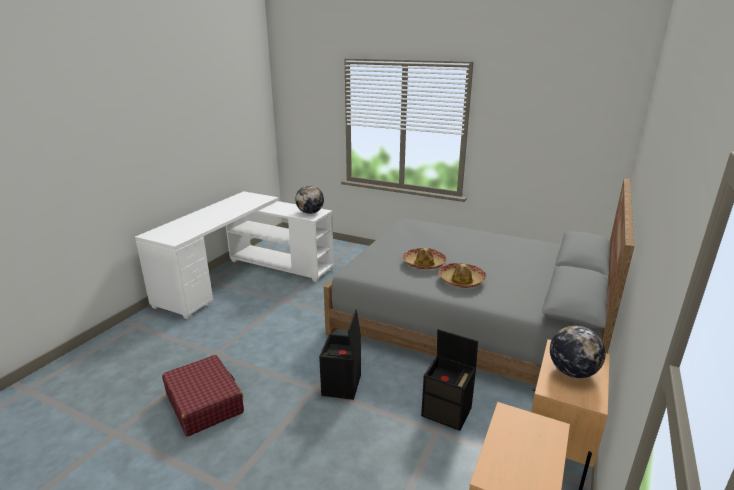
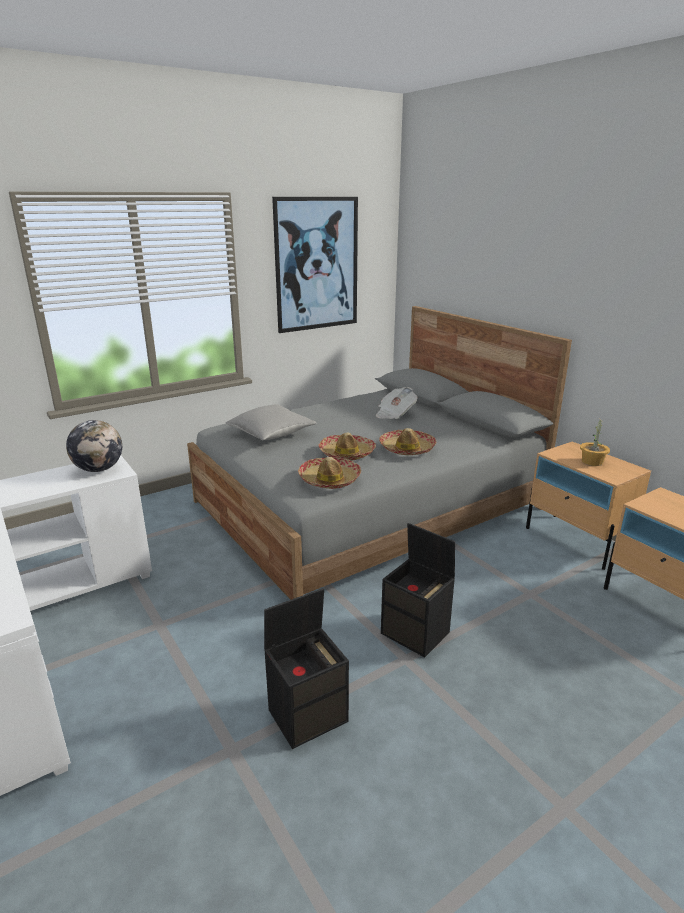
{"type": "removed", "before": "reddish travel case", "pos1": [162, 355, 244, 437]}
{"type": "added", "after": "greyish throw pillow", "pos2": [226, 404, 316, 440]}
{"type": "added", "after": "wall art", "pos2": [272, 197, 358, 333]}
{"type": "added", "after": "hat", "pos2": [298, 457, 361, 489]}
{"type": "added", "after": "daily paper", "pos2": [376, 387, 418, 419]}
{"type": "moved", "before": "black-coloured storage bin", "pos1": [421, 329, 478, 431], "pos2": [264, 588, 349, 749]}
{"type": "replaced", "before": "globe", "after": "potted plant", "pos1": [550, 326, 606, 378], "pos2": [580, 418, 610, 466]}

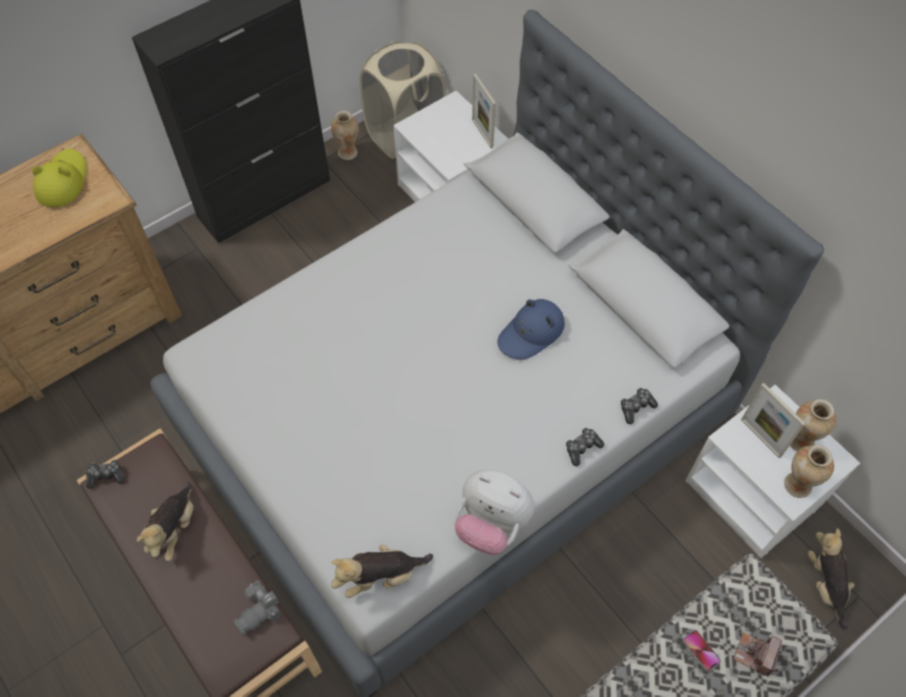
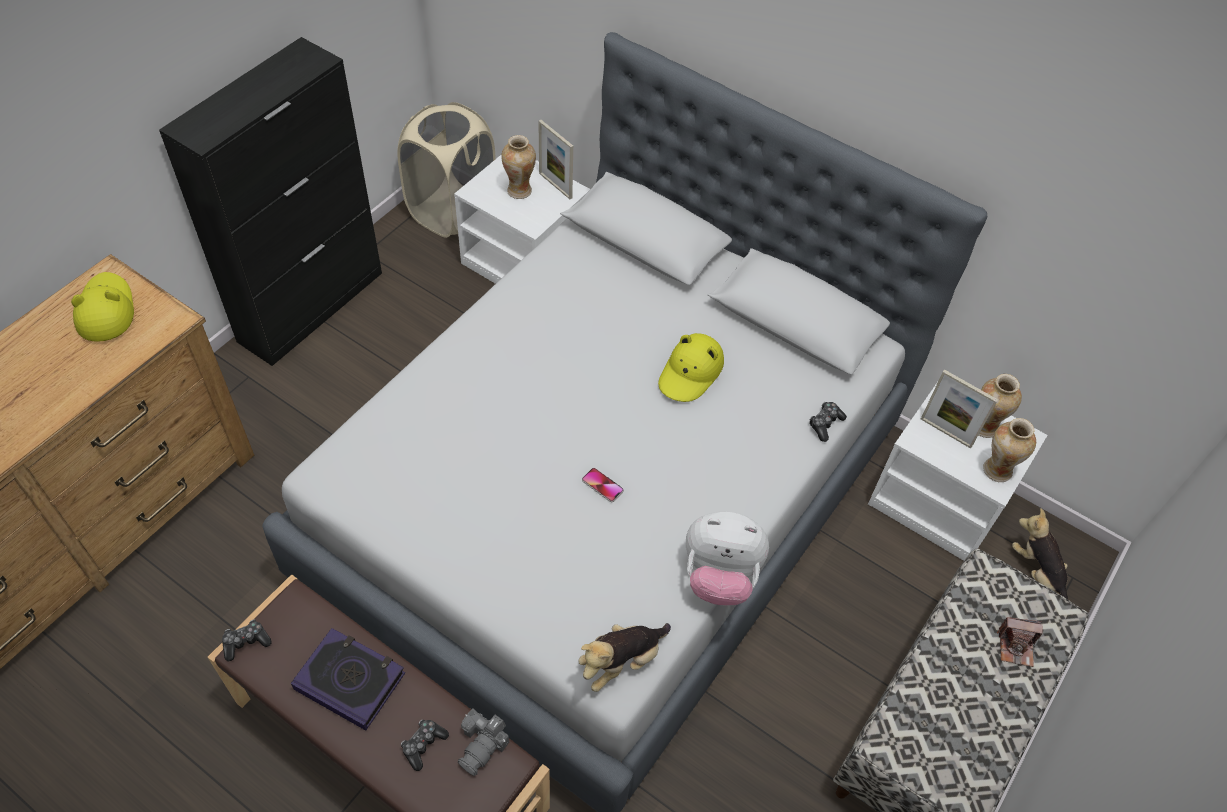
{"type": "moved", "before": "decorative vase", "pos1": [331, 111, 359, 160], "pos2": [501, 135, 536, 199]}
{"type": "moved", "before": "game controller", "pos1": [566, 428, 604, 466], "pos2": [401, 720, 449, 771]}
{"type": "moved", "before": "telephone", "pos1": [683, 630, 721, 672], "pos2": [582, 468, 624, 502]}
{"type": "replaced", "before": "soft toy", "after": "bound book", "pos1": [136, 482, 194, 562], "pos2": [291, 628, 405, 730]}
{"type": "recoloured", "before": "blue-coloured hat", "after": "yellow hat", "pos1": [497, 299, 565, 359], "pos2": [658, 333, 724, 402]}
{"type": "turned", "before": "photo camera", "pos1": [734, 632, 782, 677], "pos2": [997, 617, 1043, 667], "turn": -90}

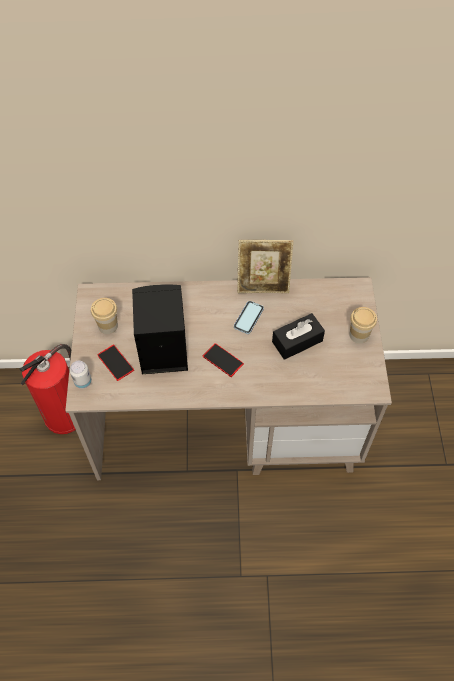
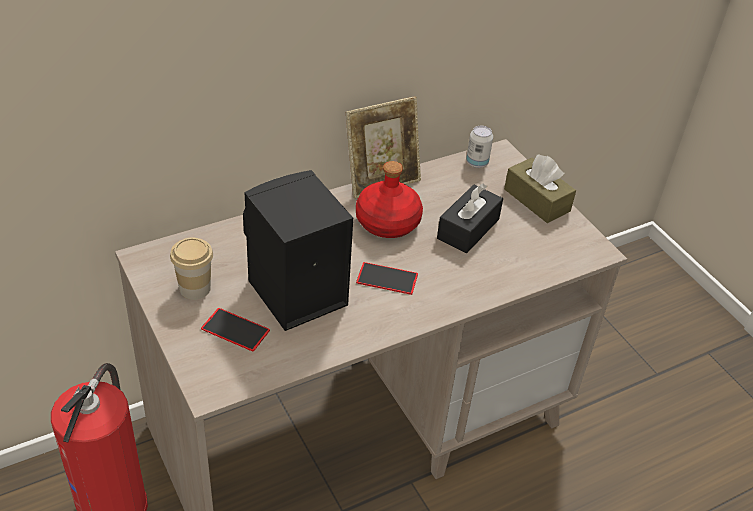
{"type": "moved", "before": "sealed can", "pos1": [69, 361, 92, 389], "pos2": [466, 126, 493, 168]}
{"type": "replaced", "before": "telephone", "after": "reddish drink bottle", "pos1": [234, 301, 264, 334], "pos2": [356, 161, 423, 238]}
{"type": "replaced", "before": "drinking cup", "after": "brownish tissue box", "pos1": [349, 307, 377, 343], "pos2": [504, 154, 576, 223]}

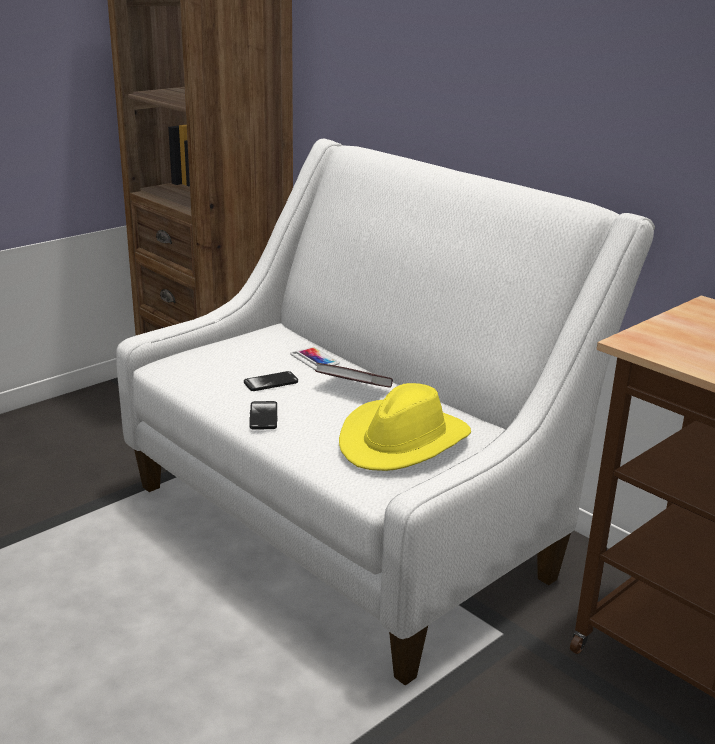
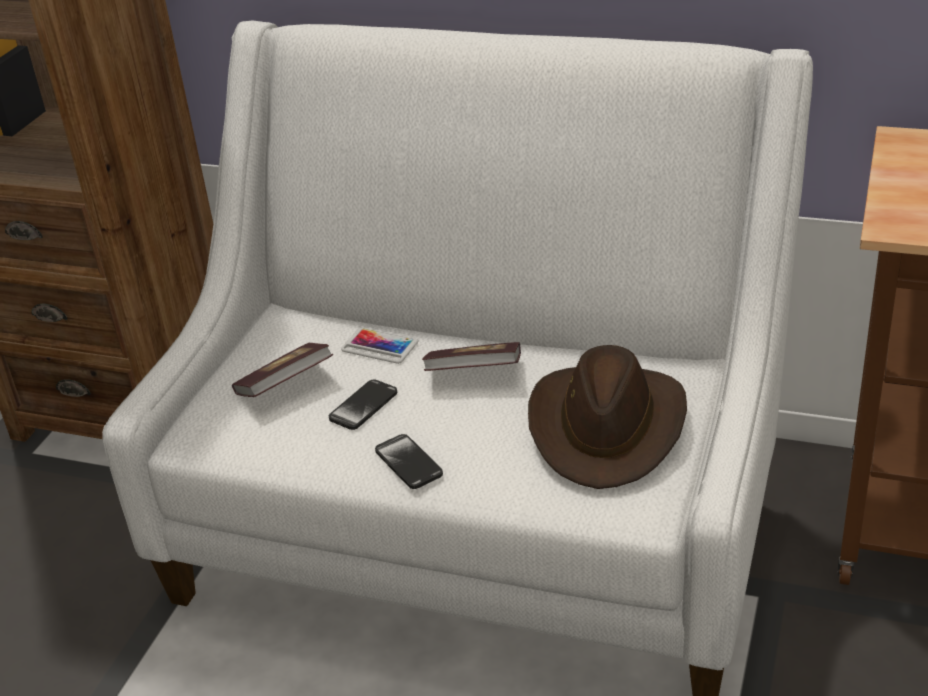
{"type": "added", "after": "bound book", "pos2": [232, 343, 334, 397]}
{"type": "recoloured", "before": "yellow hat", "after": "brownish hat", "pos1": [339, 383, 471, 471], "pos2": [528, 345, 687, 489]}

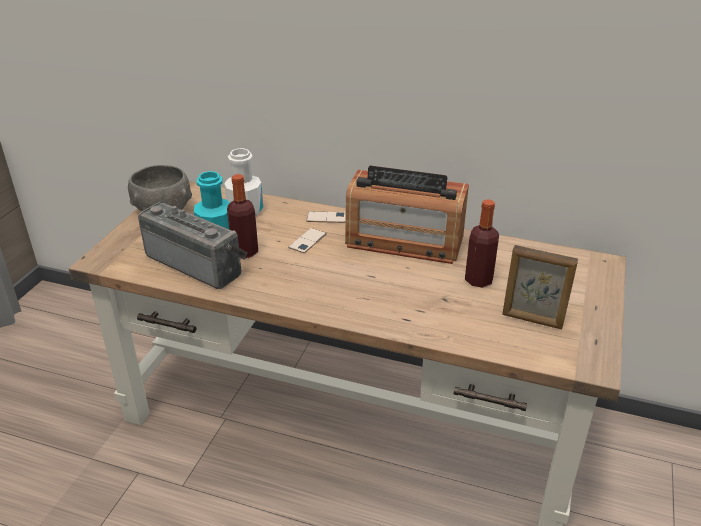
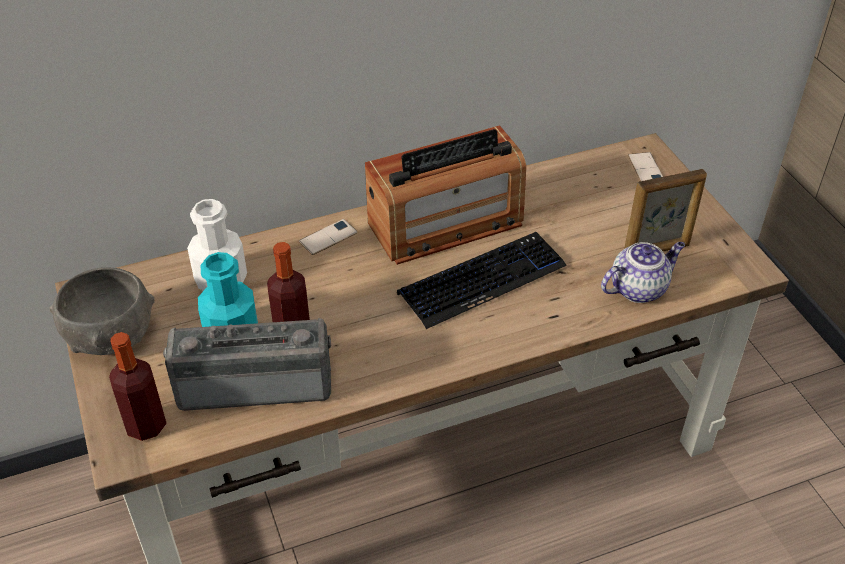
{"type": "added", "after": "keyboard", "pos2": [397, 232, 567, 329]}
{"type": "added", "after": "pot for tea", "pos2": [601, 242, 685, 303]}
{"type": "moved", "before": "telephone", "pos1": [288, 228, 327, 253], "pos2": [628, 152, 663, 181]}
{"type": "moved", "before": "drink bottle", "pos1": [465, 199, 499, 288], "pos2": [109, 332, 167, 441]}

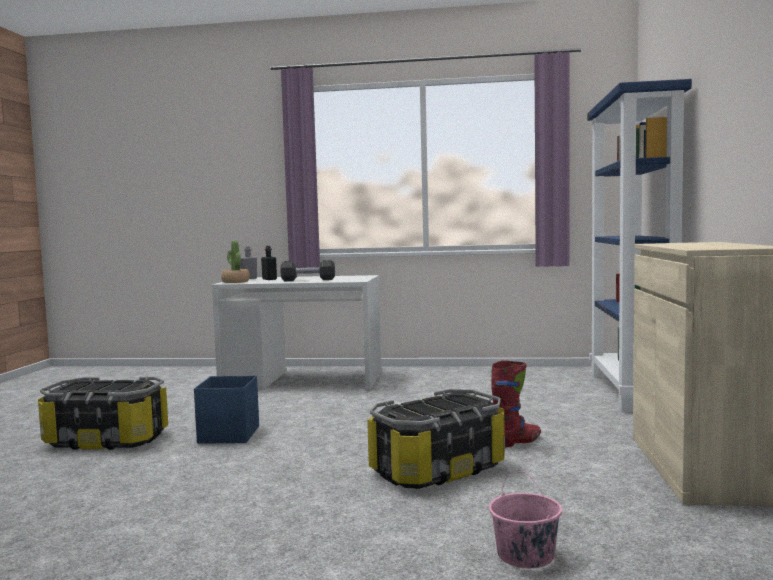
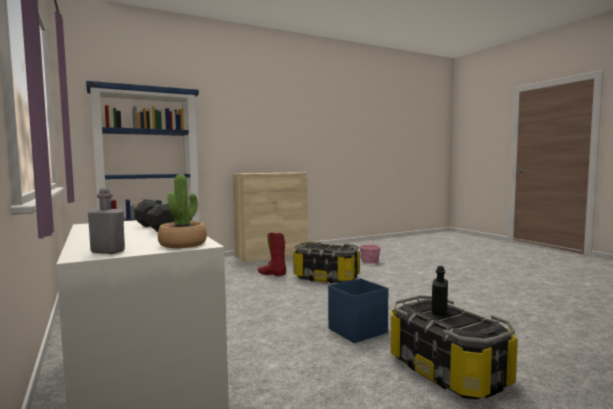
{"type": "moved", "before": "black-coloured drink bottle", "pos1": [261, 246, 277, 280], "pos2": [432, 266, 448, 316]}

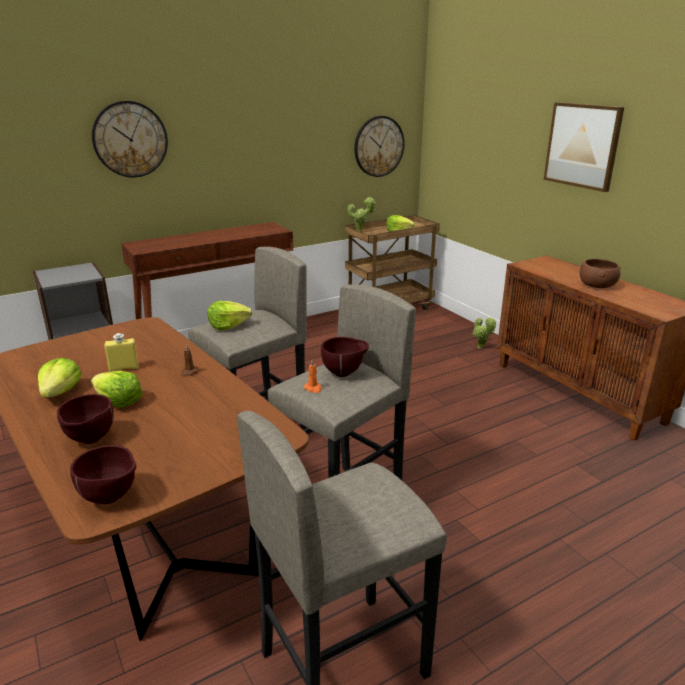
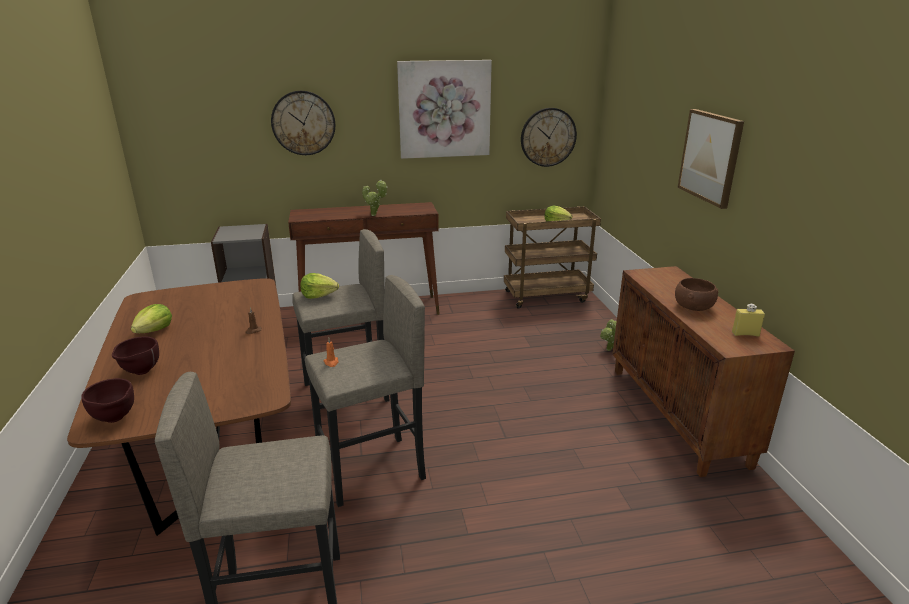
{"type": "removed", "before": "lettuce head", "pos1": [91, 371, 143, 408]}
{"type": "removed", "before": "brownish serving bowl", "pos1": [321, 337, 369, 377]}
{"type": "added", "after": "wall art", "pos2": [397, 60, 492, 159]}
{"type": "moved", "before": "yellow drink bottle", "pos1": [104, 333, 139, 372], "pos2": [732, 304, 765, 337]}
{"type": "moved", "before": "potted plant", "pos1": [347, 197, 376, 231], "pos2": [362, 180, 388, 216]}

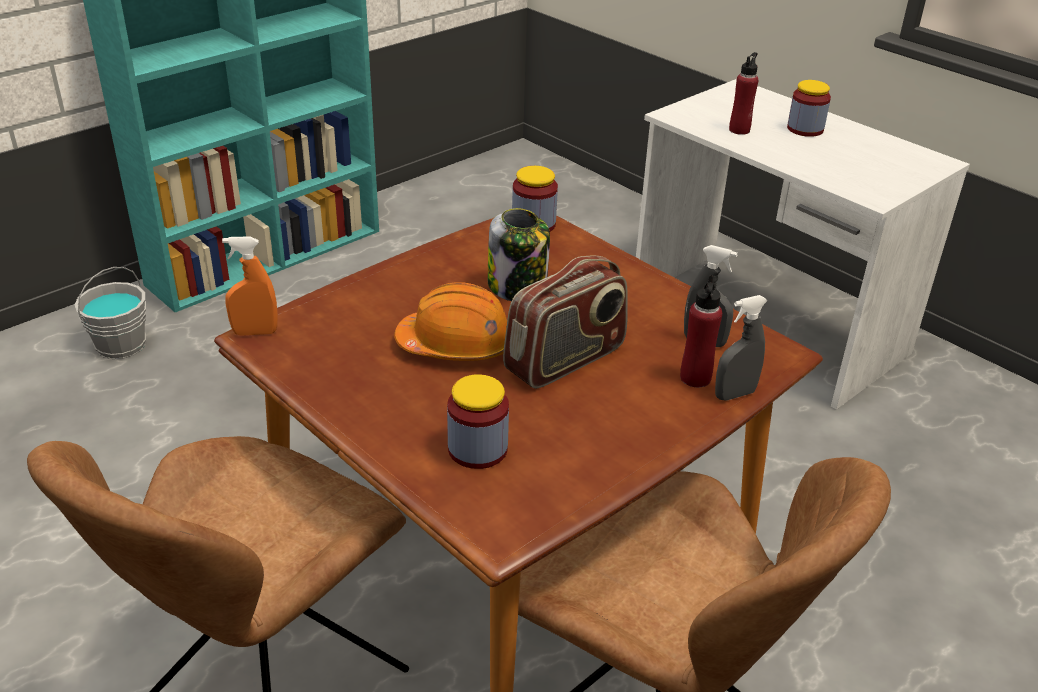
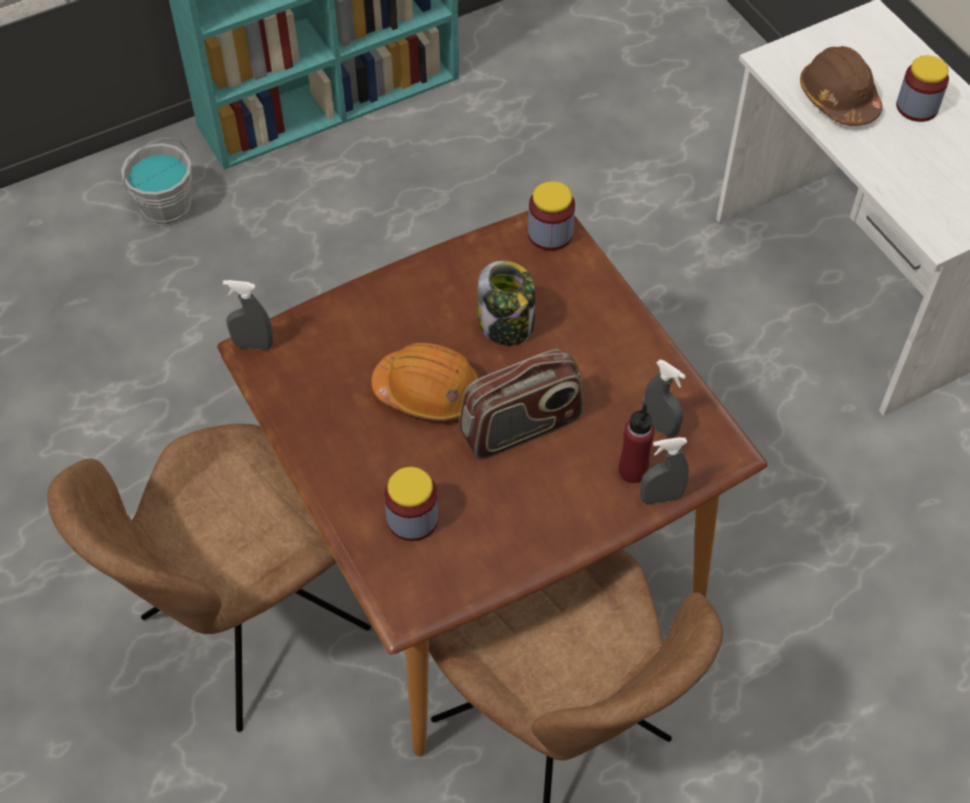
{"type": "replaced", "before": "reddish drink bottle", "after": "brownish safety helmet", "pos1": [729, 52, 759, 135], "pos2": [800, 46, 882, 126]}
{"type": "recoloured", "before": "orangey sprayer", "after": "greyish sprayer", "pos1": [222, 236, 278, 336], "pos2": [223, 280, 273, 350]}

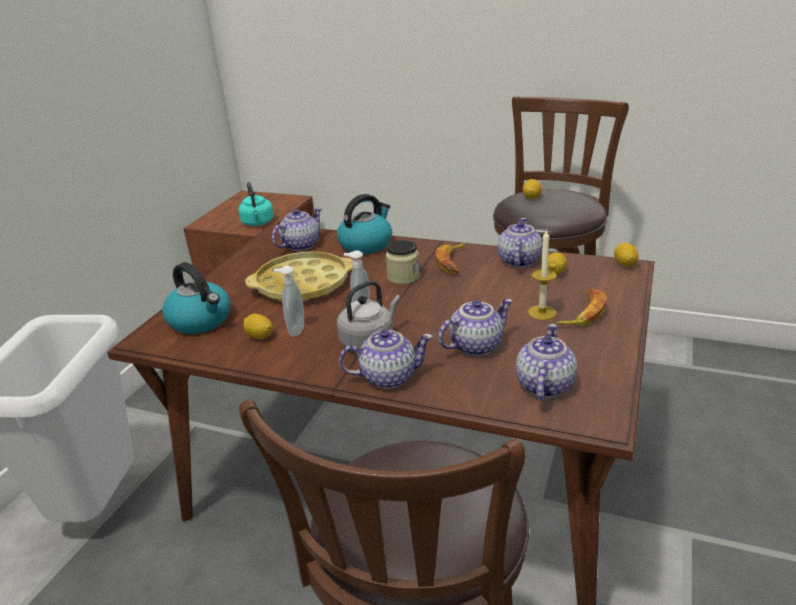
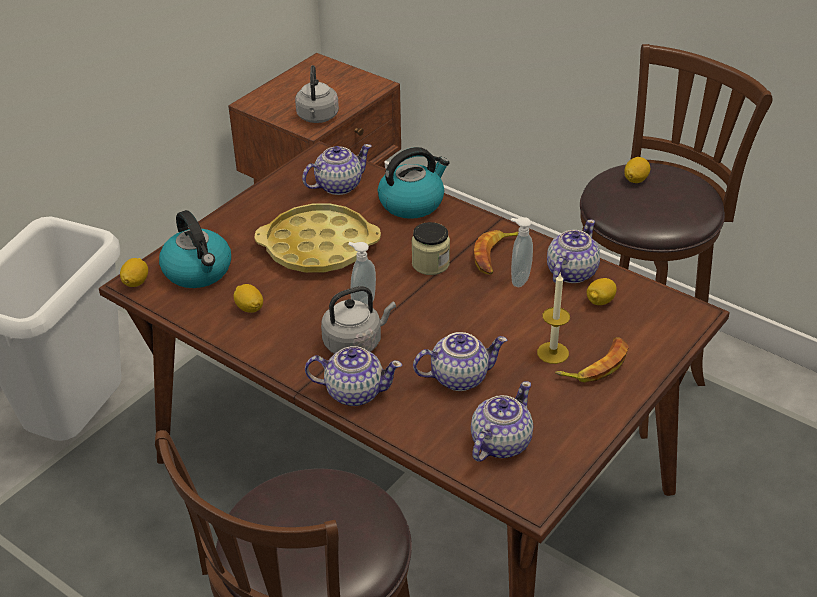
{"type": "moved", "before": "soap bottle", "pos1": [274, 266, 304, 336], "pos2": [511, 217, 533, 287]}
{"type": "moved", "before": "whole lemon", "pos1": [614, 243, 638, 266], "pos2": [120, 258, 148, 287]}
{"type": "recoloured", "before": "blue-green kettle", "after": "greyish kettle", "pos1": [238, 182, 274, 226], "pos2": [295, 65, 339, 123]}

